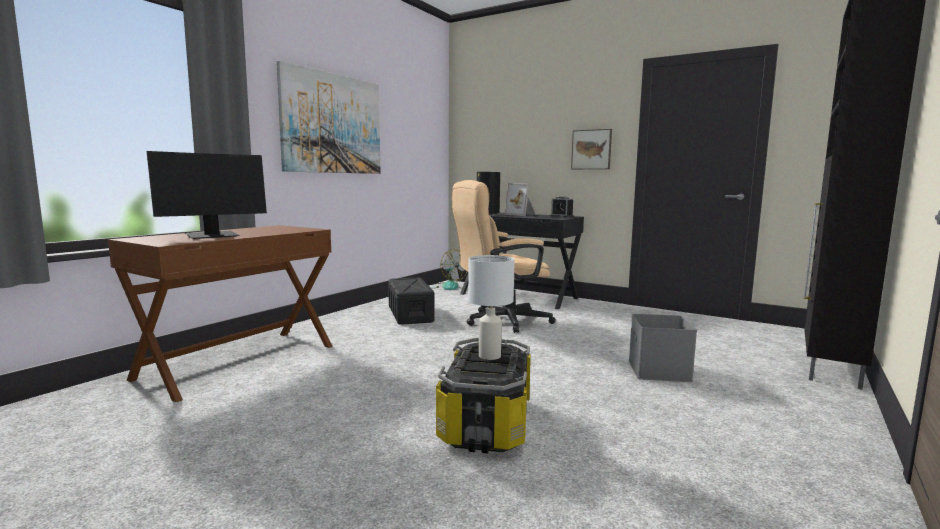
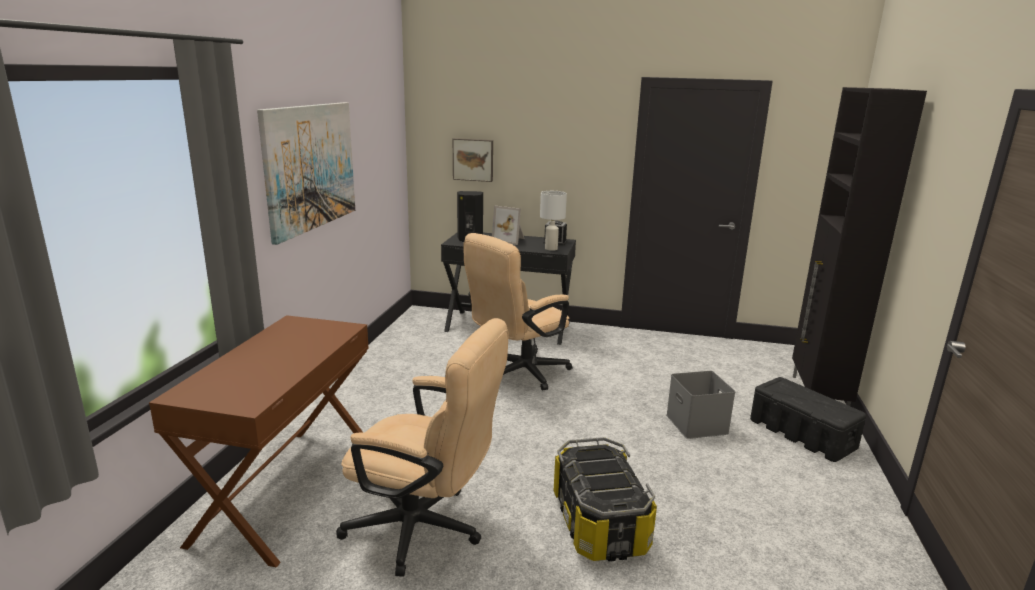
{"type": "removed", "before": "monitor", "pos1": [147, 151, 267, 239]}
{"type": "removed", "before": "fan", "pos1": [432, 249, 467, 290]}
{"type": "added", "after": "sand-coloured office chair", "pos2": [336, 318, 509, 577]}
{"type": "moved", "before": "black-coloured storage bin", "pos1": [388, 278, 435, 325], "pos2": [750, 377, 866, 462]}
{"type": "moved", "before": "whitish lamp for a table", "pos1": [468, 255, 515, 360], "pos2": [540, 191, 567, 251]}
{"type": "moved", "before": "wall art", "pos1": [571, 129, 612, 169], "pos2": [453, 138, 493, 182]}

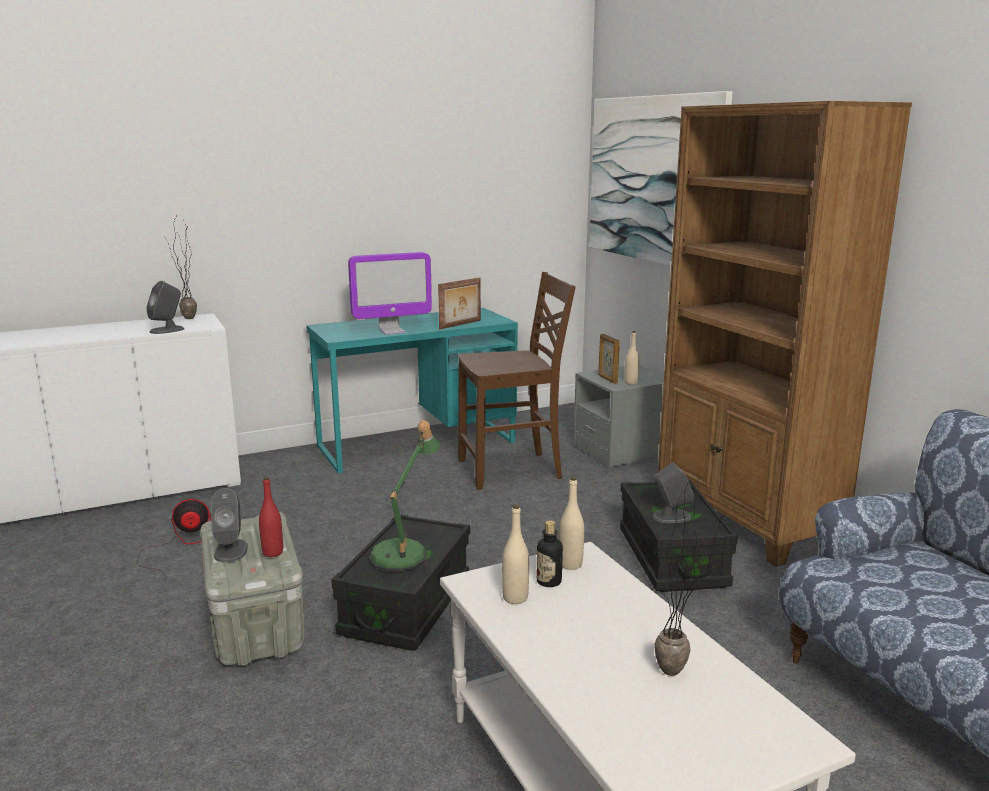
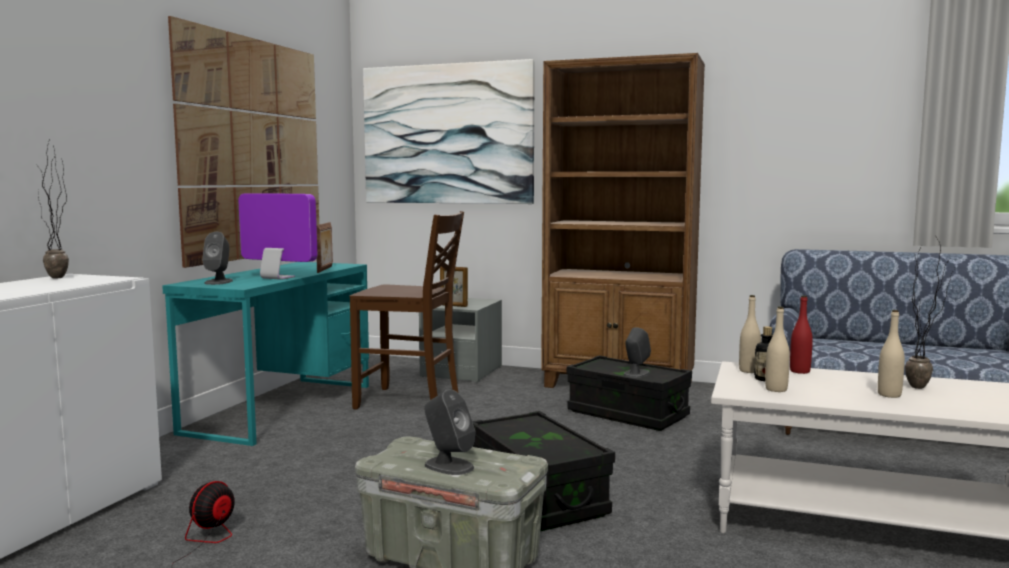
{"type": "removed", "before": "lamp for a table", "pos1": [369, 420, 440, 572]}
{"type": "added", "after": "wall art", "pos2": [168, 16, 319, 268]}
{"type": "moved", "before": "greyish speaker", "pos1": [146, 281, 184, 334], "pos2": [202, 232, 233, 285]}
{"type": "moved", "before": "reddish drink bottle", "pos1": [259, 477, 283, 557], "pos2": [790, 295, 813, 374]}
{"type": "moved", "before": "sand-coloured drink bottle", "pos1": [625, 331, 639, 385], "pos2": [878, 310, 905, 398]}
{"type": "turned", "before": "monitor", "pos1": [348, 252, 432, 334], "pos2": [238, 193, 317, 280], "turn": -90}
{"type": "turned", "before": "brownish plain chair", "pos1": [458, 272, 576, 490], "pos2": [350, 211, 464, 409], "turn": 75}

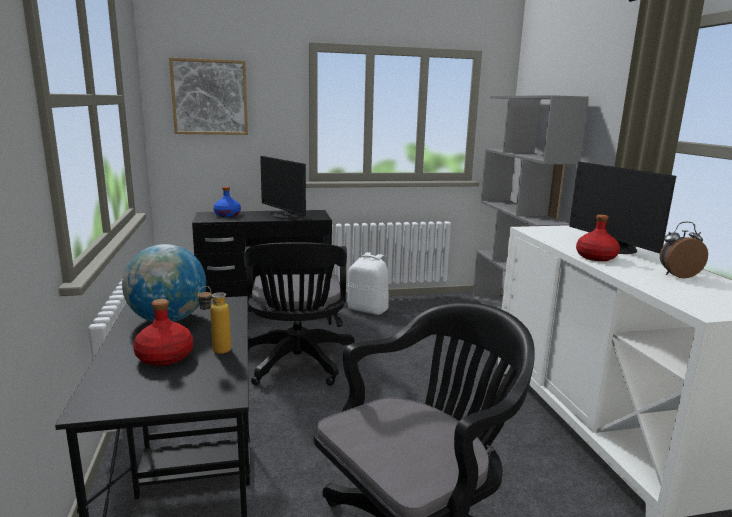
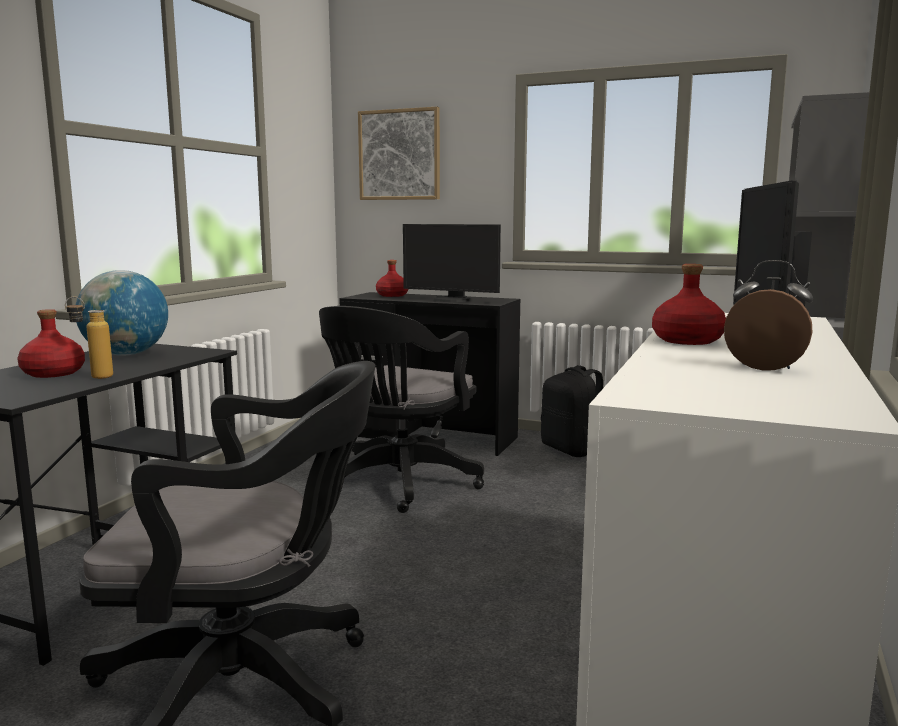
{"type": "recoloured", "before": "blue-coloured drink bottle", "after": "reddish drink bottle", "pos1": [213, 186, 241, 217], "pos2": [376, 260, 409, 297]}
{"type": "recoloured", "before": "whitish rucksack", "after": "black-coloured rucksack", "pos1": [347, 252, 389, 315], "pos2": [541, 365, 603, 457]}
{"type": "turned", "before": "monitor", "pos1": [260, 156, 306, 219], "pos2": [403, 224, 501, 302], "turn": -60}

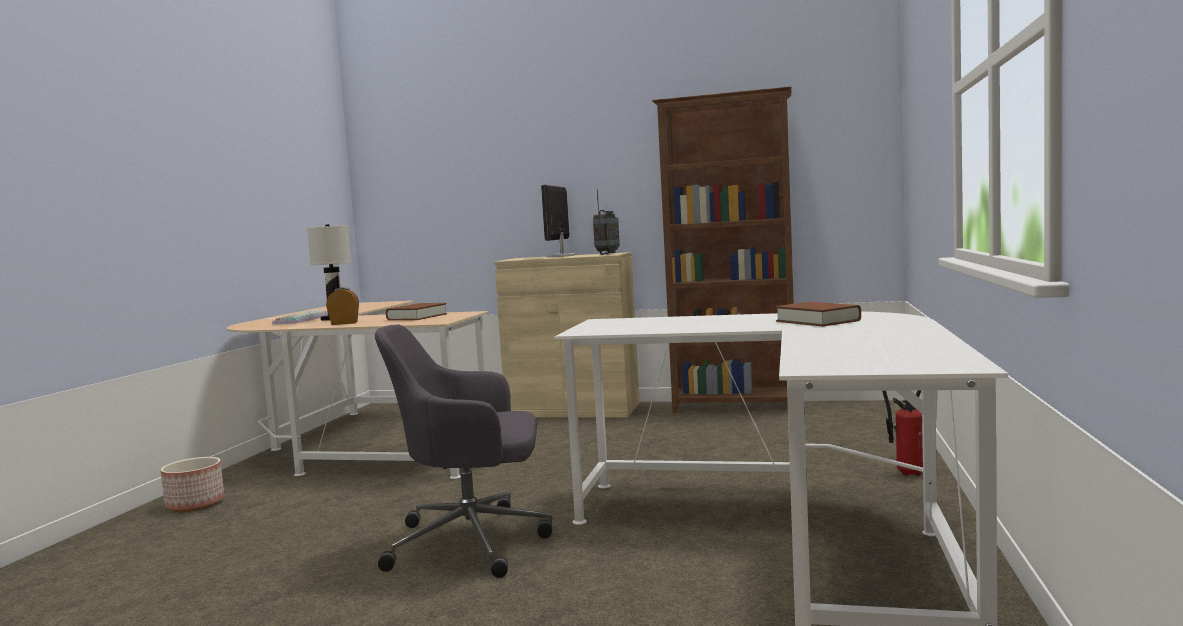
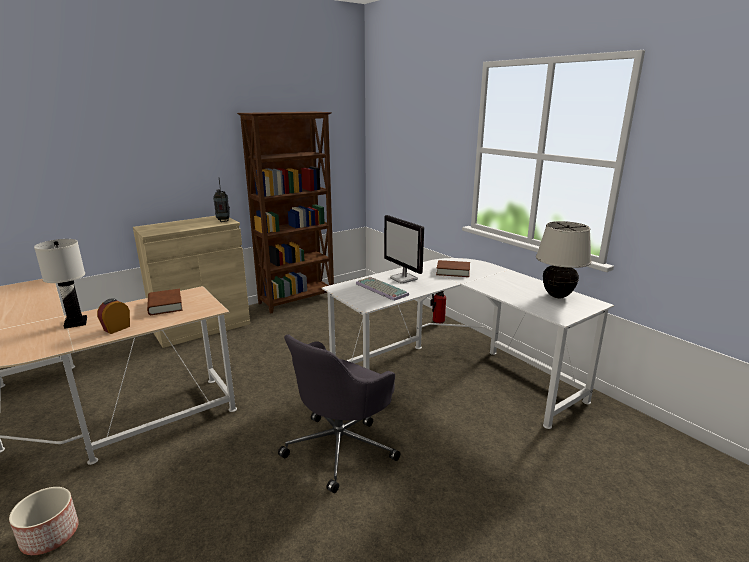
{"type": "added", "after": "sand-coloured lamp for a table", "pos2": [536, 221, 592, 298]}
{"type": "moved", "before": "keyboard", "pos1": [272, 310, 328, 325], "pos2": [356, 277, 409, 301]}
{"type": "moved", "before": "monitor", "pos1": [541, 185, 576, 257], "pos2": [384, 215, 424, 283]}

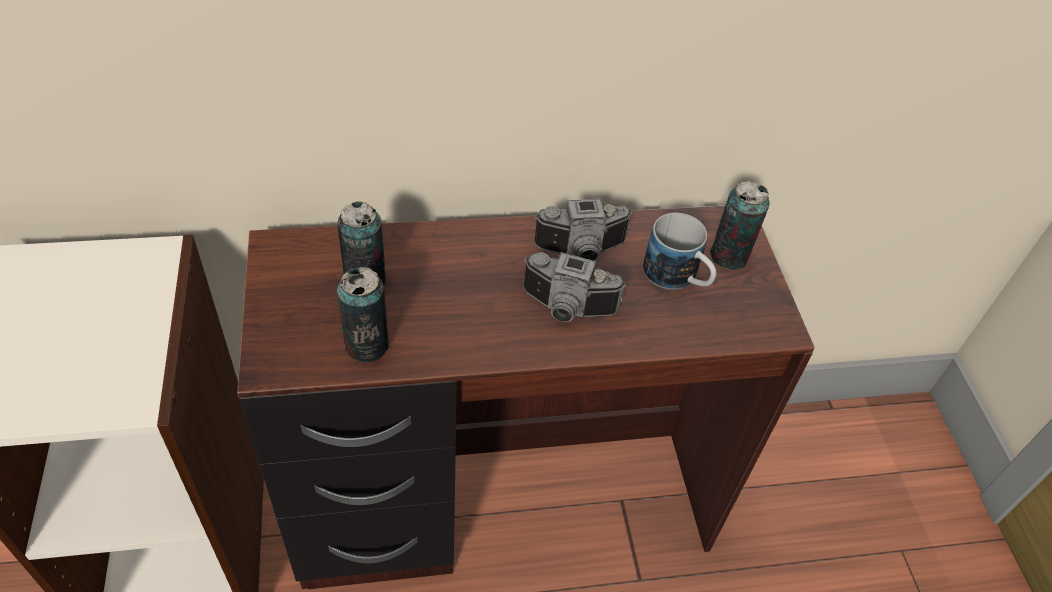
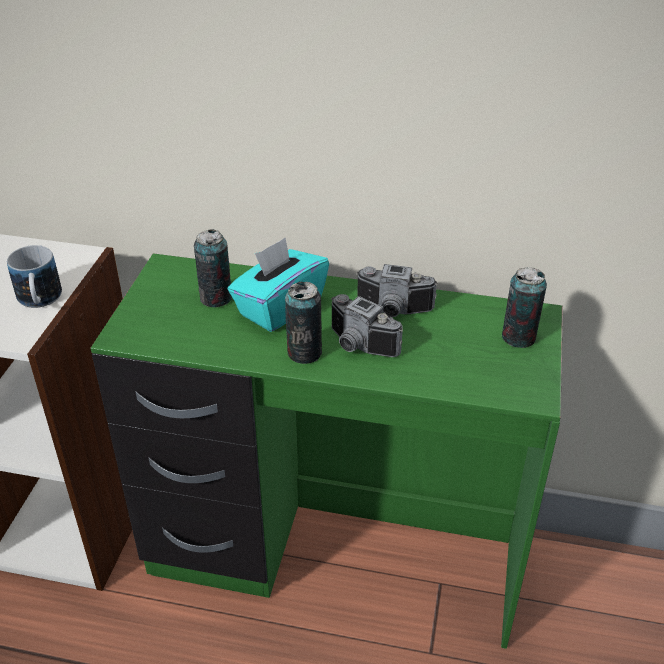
{"type": "added", "after": "blue-green tissue box", "pos2": [228, 238, 329, 332]}
{"type": "moved", "before": "sealed can", "pos1": [337, 267, 389, 362], "pos2": [285, 282, 322, 364]}
{"type": "moved", "before": "tea mug", "pos1": [643, 213, 716, 290], "pos2": [7, 245, 62, 308]}
{"type": "recoloured", "before": "brownish desk table", "after": "green-coloured desk table", "pos1": [237, 205, 815, 589], "pos2": [90, 253, 563, 649]}

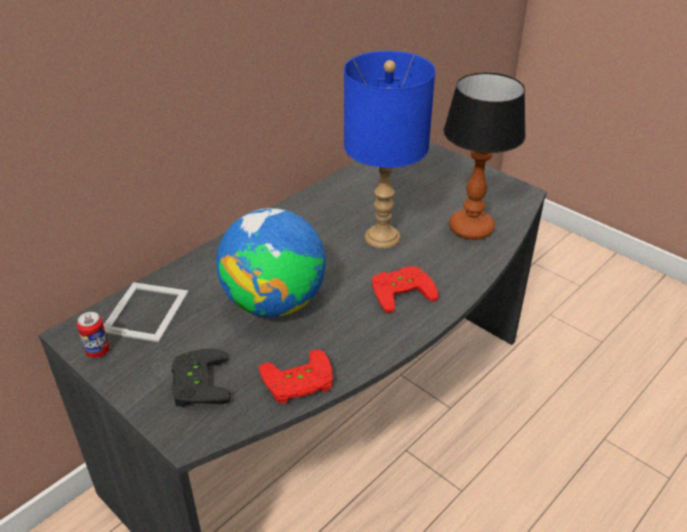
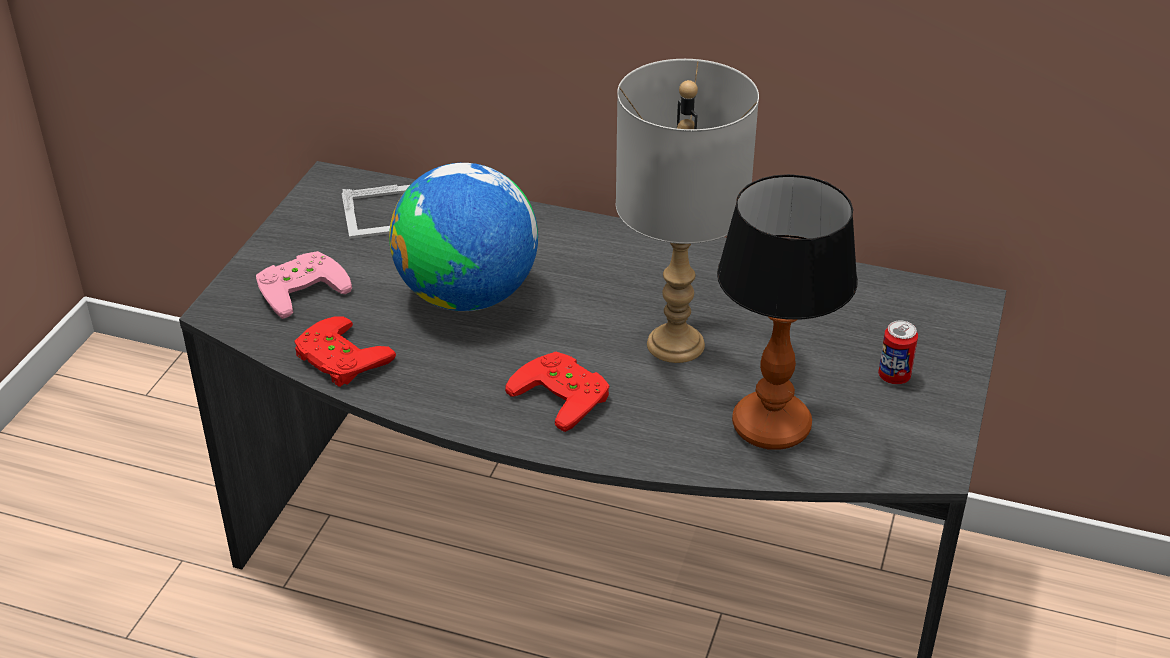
{"type": "moved", "before": "sealed can", "pos1": [77, 312, 110, 358], "pos2": [878, 321, 918, 384]}
{"type": "recoloured", "before": "black-coloured game controller", "after": "pink game controller", "pos1": [171, 349, 231, 407], "pos2": [256, 251, 352, 319]}
{"type": "recoloured", "before": "blue-coloured lamp for a table", "after": "greyish lamp for a table", "pos1": [344, 51, 435, 248], "pos2": [616, 59, 759, 363]}

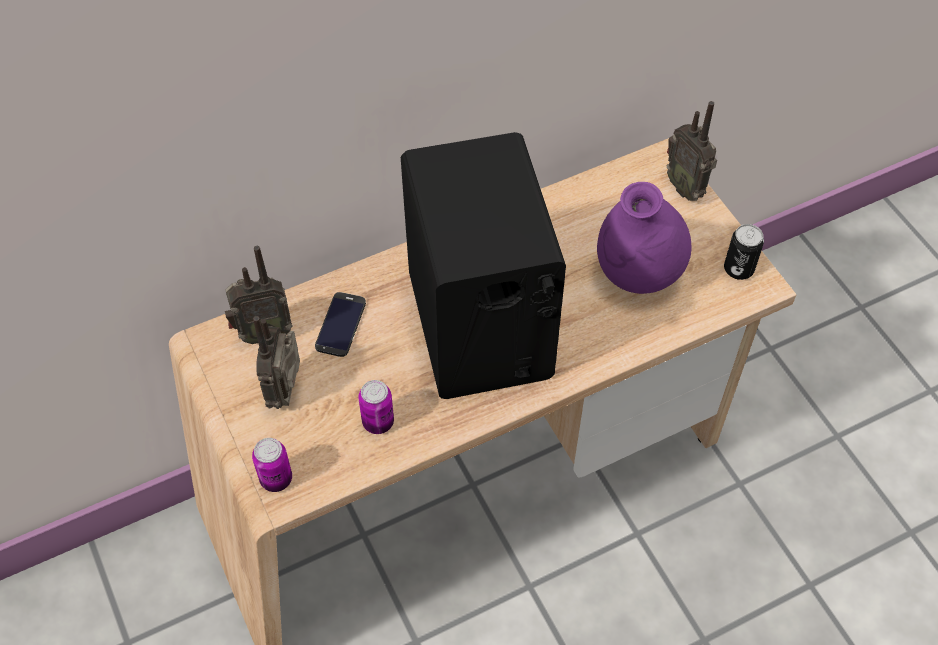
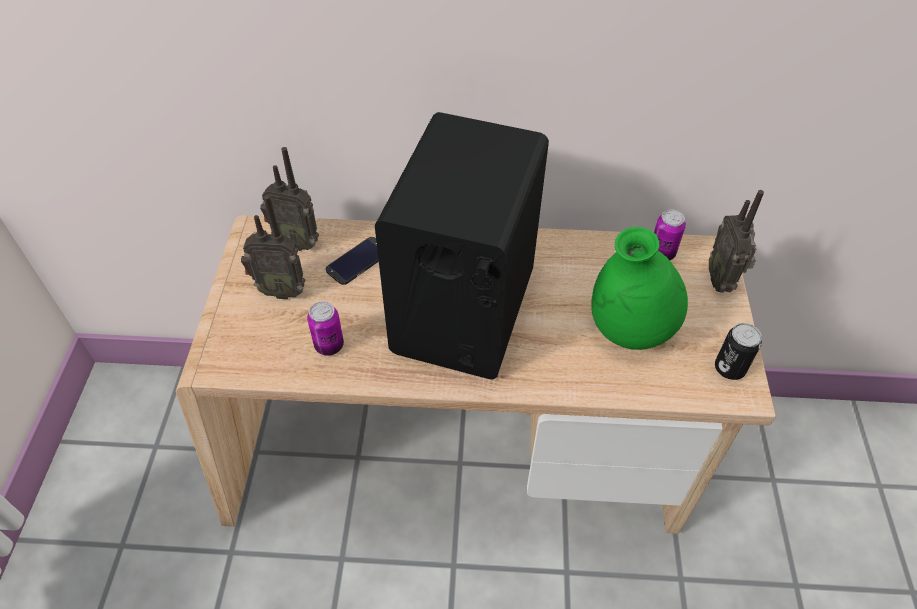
{"type": "moved", "before": "sealed can", "pos1": [252, 438, 292, 492], "pos2": [654, 210, 686, 260]}
{"type": "recoloured", "before": "purplish decorative vase", "after": "green-coloured decorative vase", "pos1": [597, 182, 691, 294], "pos2": [591, 227, 688, 350]}
{"type": "turned", "before": "radio set", "pos1": [253, 316, 300, 409], "pos2": [241, 195, 305, 299], "turn": -120}

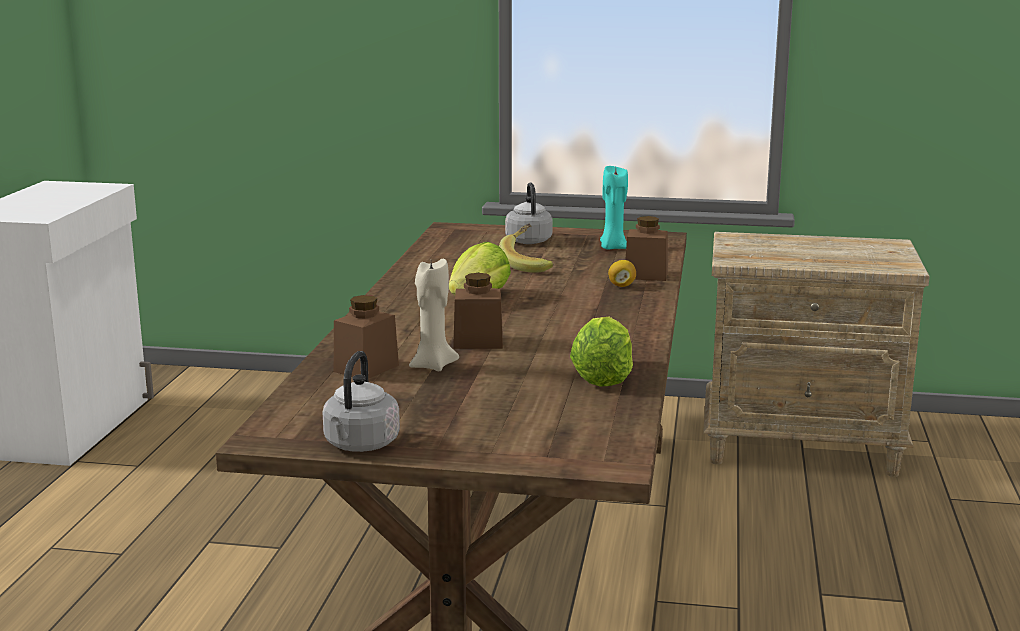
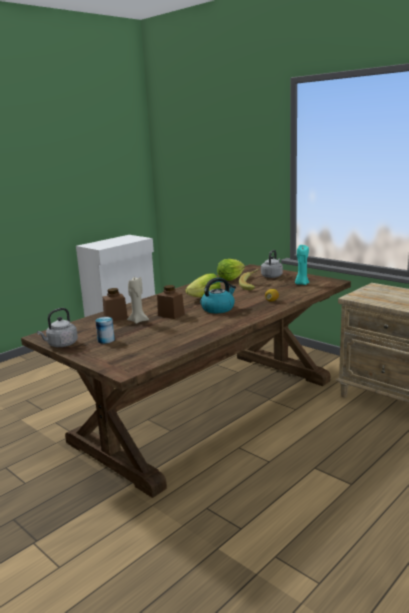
{"type": "removed", "before": "brownish preserve jar", "pos1": [625, 216, 668, 281]}
{"type": "added", "after": "sealed can", "pos2": [95, 317, 115, 344]}
{"type": "added", "after": "kettle", "pos2": [201, 277, 236, 313]}
{"type": "moved", "before": "lettuce head", "pos1": [570, 317, 633, 387], "pos2": [217, 259, 245, 281]}

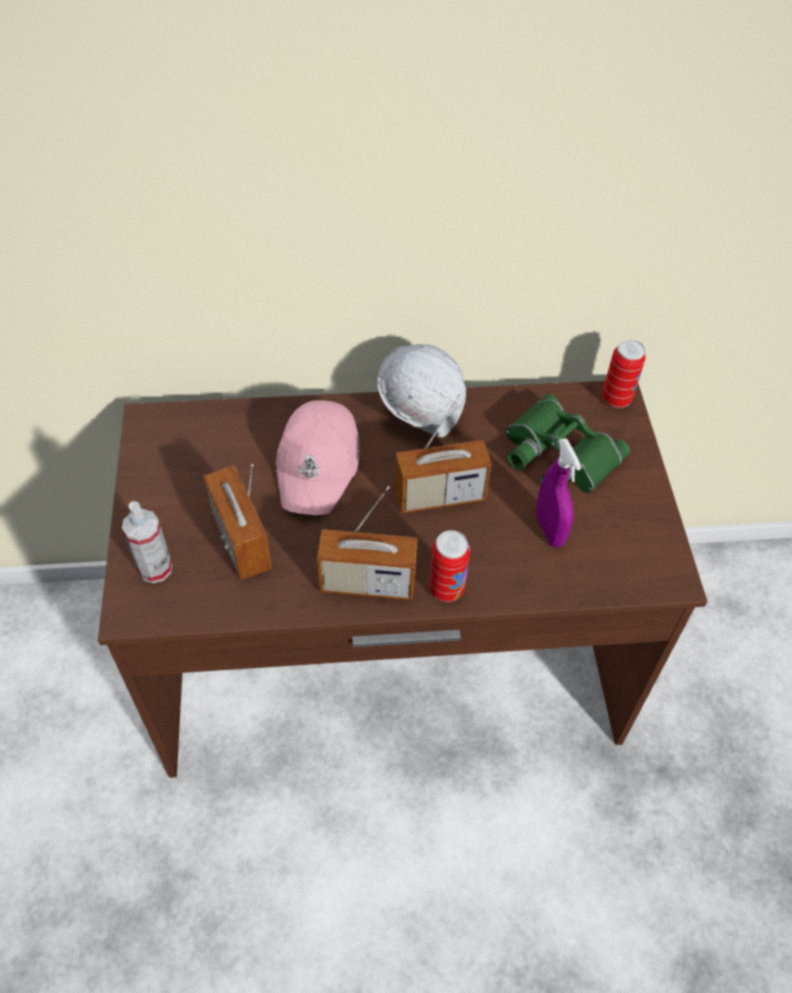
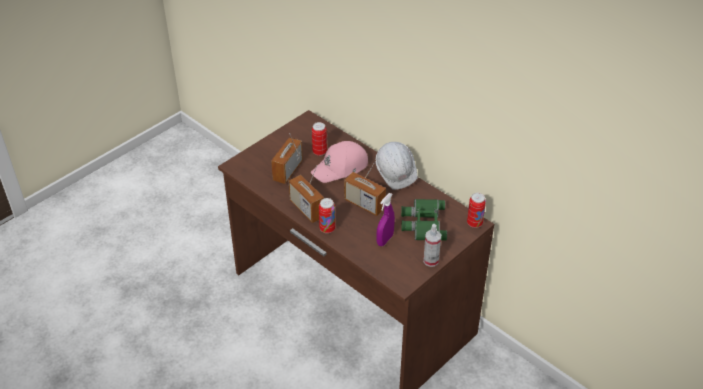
{"type": "added", "after": "sealed can", "pos2": [312, 122, 327, 156]}
{"type": "moved", "before": "sprayer", "pos1": [122, 501, 172, 583], "pos2": [423, 224, 441, 267]}

